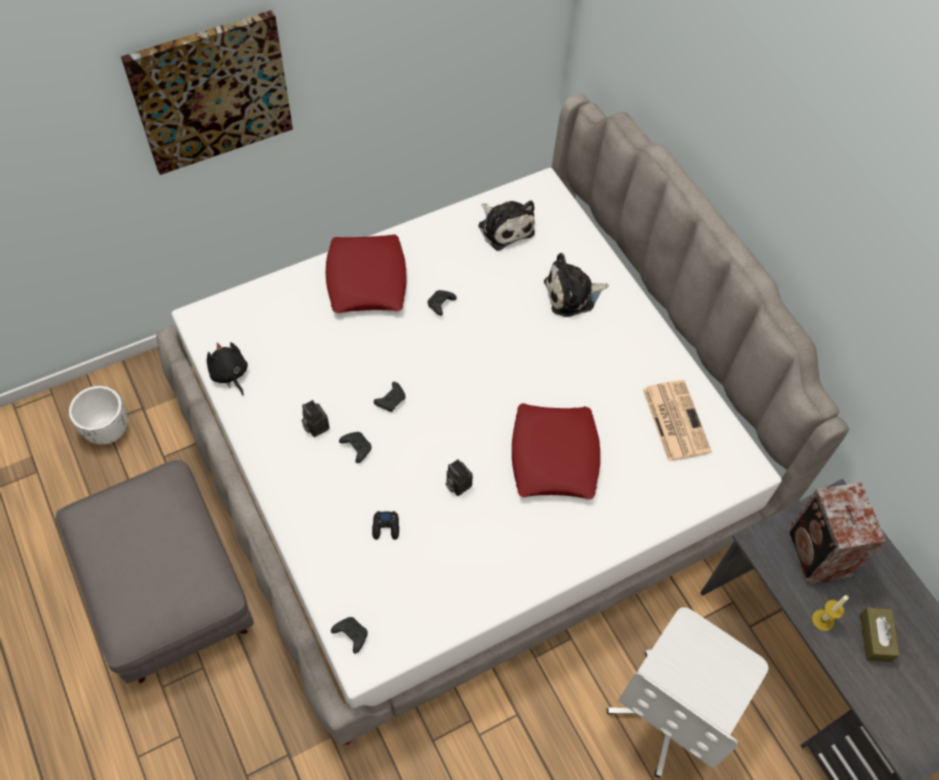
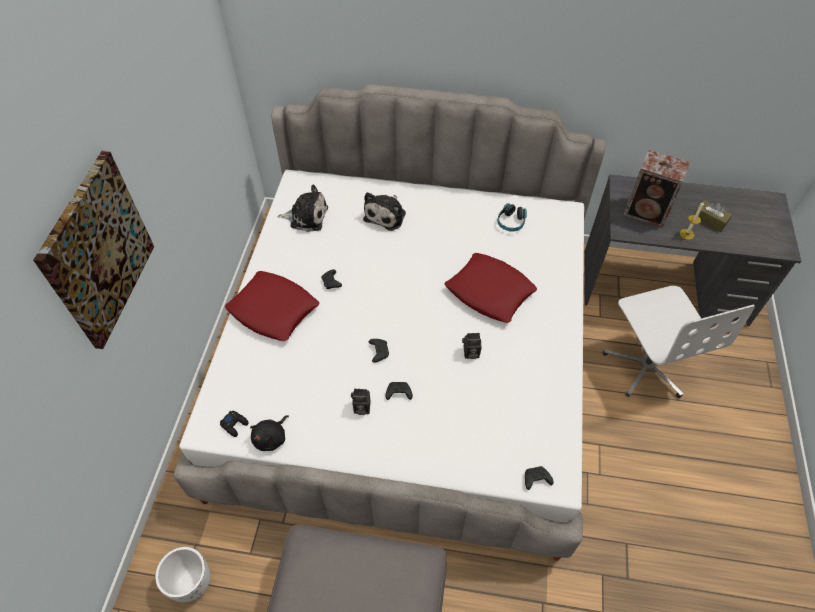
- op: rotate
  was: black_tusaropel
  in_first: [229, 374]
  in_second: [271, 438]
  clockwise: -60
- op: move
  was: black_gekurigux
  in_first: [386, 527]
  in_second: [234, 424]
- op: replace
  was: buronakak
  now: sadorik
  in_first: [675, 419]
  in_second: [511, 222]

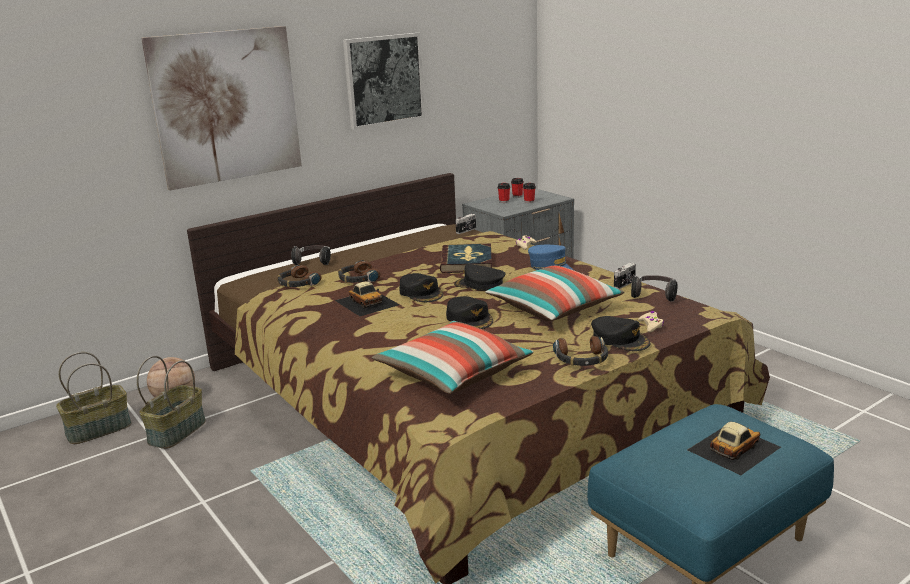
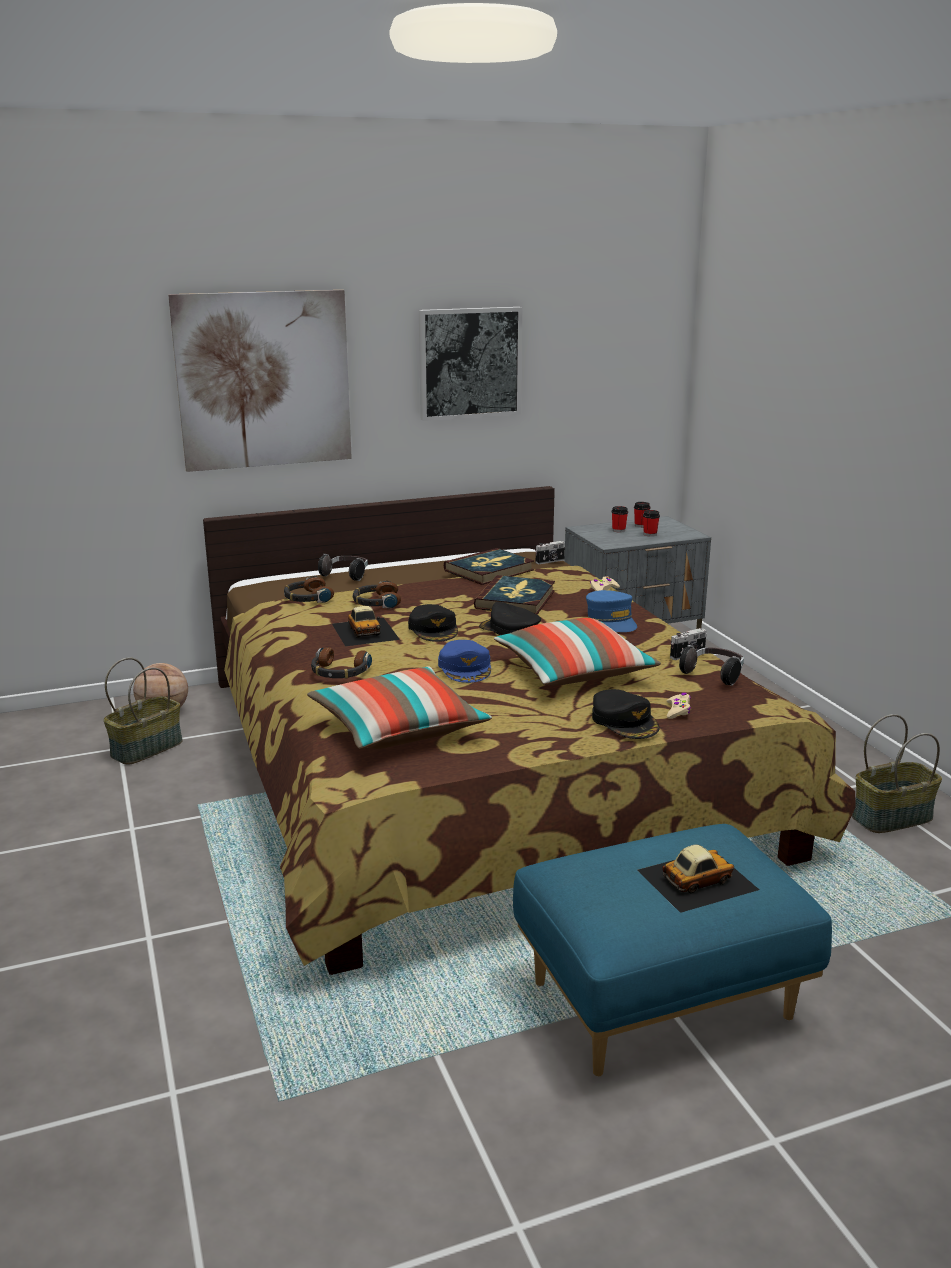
- op: move
  was: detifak
  in_first: [99, 429]
  in_second: [891, 817]
- op: recolor
  was: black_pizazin
  now: blue_pizazin
  in_first: [469, 318]
  in_second: [465, 668]
- op: move
  was: sadorik
  in_first: [581, 359]
  in_second: [339, 672]
- op: insert
  now: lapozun
  in_second: [489, 570]

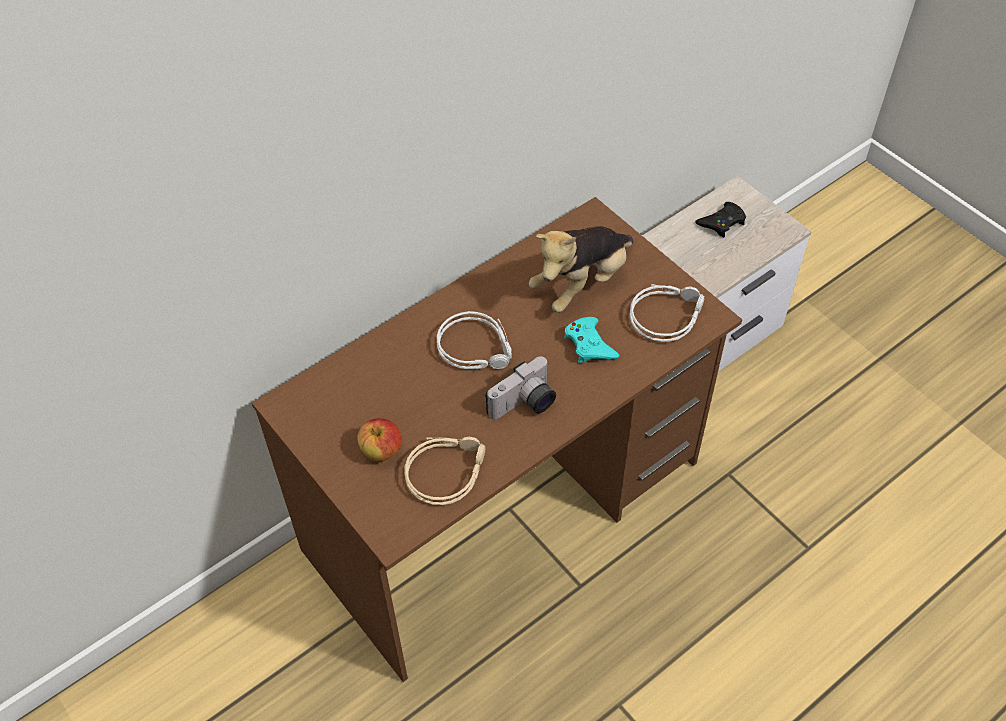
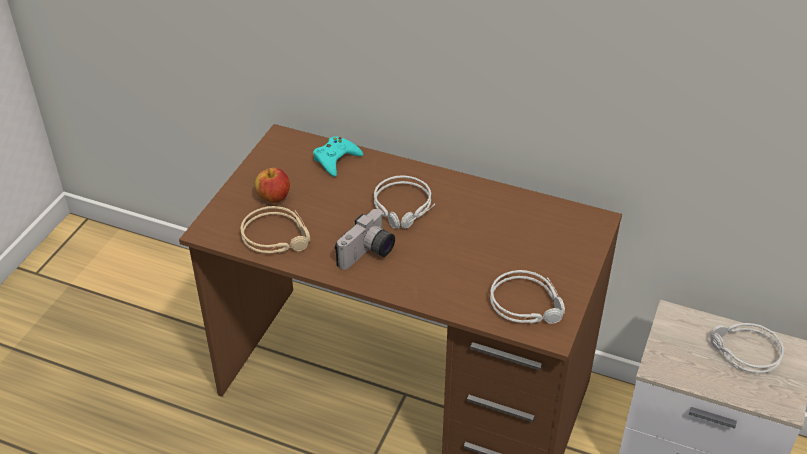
- op: rotate
  was: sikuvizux
  in_first: [524, 405]
  in_second: [368, 254]
  clockwise: -75
- op: delete
  was: tusaropel
  in_first: [581, 283]
- op: move
  was: turquoise_gekurigux
  in_first: [589, 345]
  in_second: [336, 159]
- op: replace
  was: black_gekurigux
  now: grey_sadorik
  in_first: [722, 222]
  in_second: [743, 352]

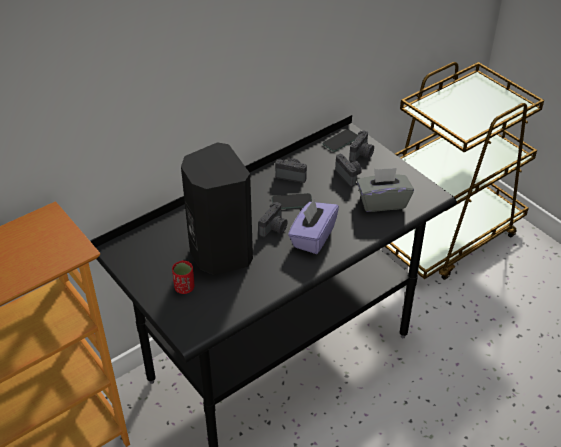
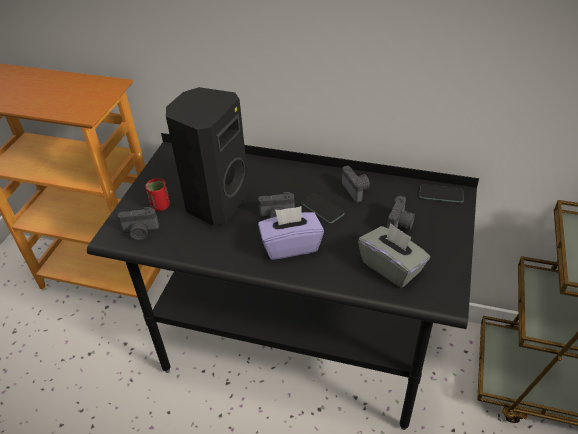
- op: move
  was: sikuvizux
  in_first: [362, 154]
  in_second: [140, 232]

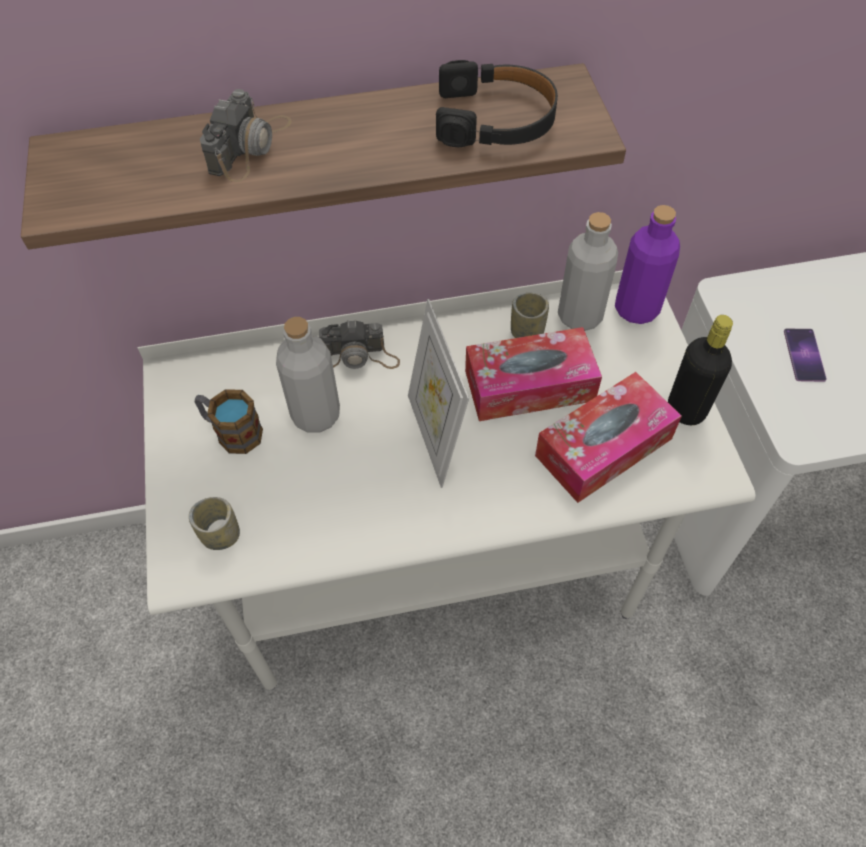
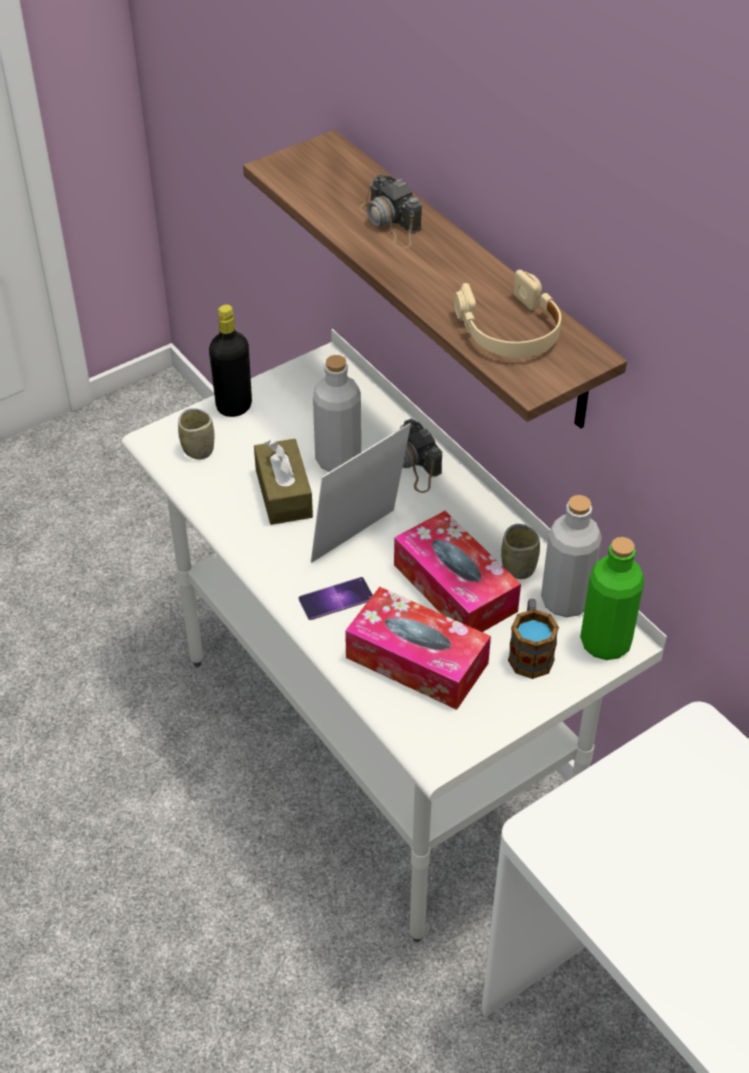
- op: move
  was: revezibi
  in_first: [232, 432]
  in_second: [530, 652]
- op: rotate
  was: sikuvizux
  in_first: [250, 146]
  in_second: [391, 223]
  clockwise: 60
- op: recolor
  was: black_sadorik
  now: beige_sadorik
  in_first: [495, 119]
  in_second: [510, 330]
- op: recolor
  was: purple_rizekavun
  now: green_rizekavun
  in_first: [636, 309]
  in_second: [605, 642]
- op: move
  was: black_rizekavun
  in_first: [686, 410]
  in_second: [234, 406]
- op: move
  was: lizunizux
  in_first: [804, 355]
  in_second: [336, 599]
- op: insert
  now: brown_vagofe
  in_second: [283, 493]

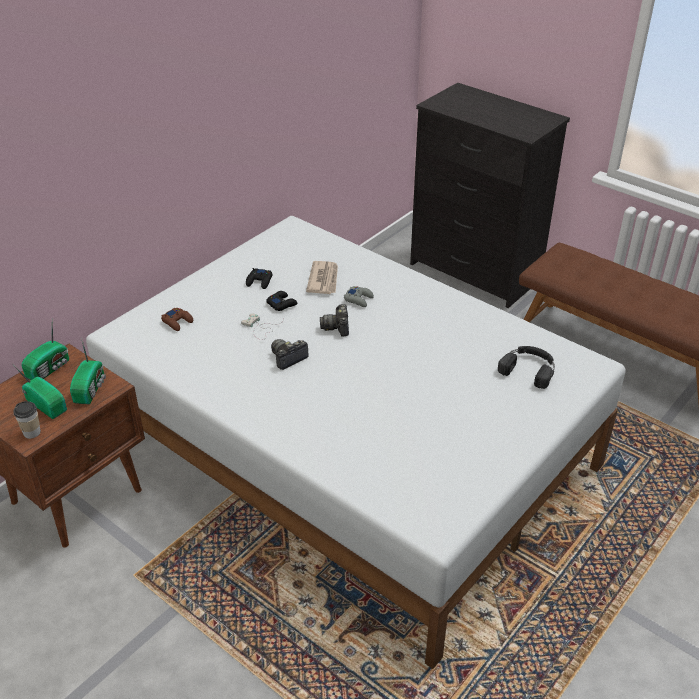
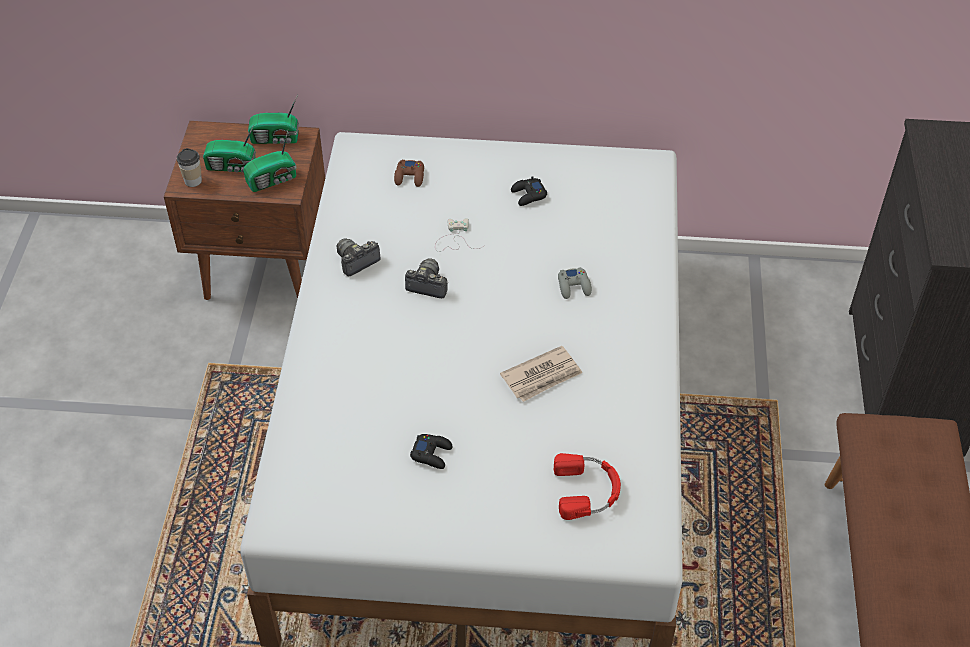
- op: rotate
  was: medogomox
  in_first: [46, 404]
  in_second: [232, 166]
  clockwise: 90
- op: move
  was: black_gekurigux
  in_first: [282, 304]
  in_second: [432, 453]
- op: move
  was: buronakak
  in_first: [324, 279]
  in_second: [542, 376]
- op: move
  was: sikuvizux
  in_first: [337, 327]
  in_second: [356, 261]
- op: recolor
  was: black_sadorik
  now: red_sadorik
  in_first: [529, 368]
  in_second: [587, 490]

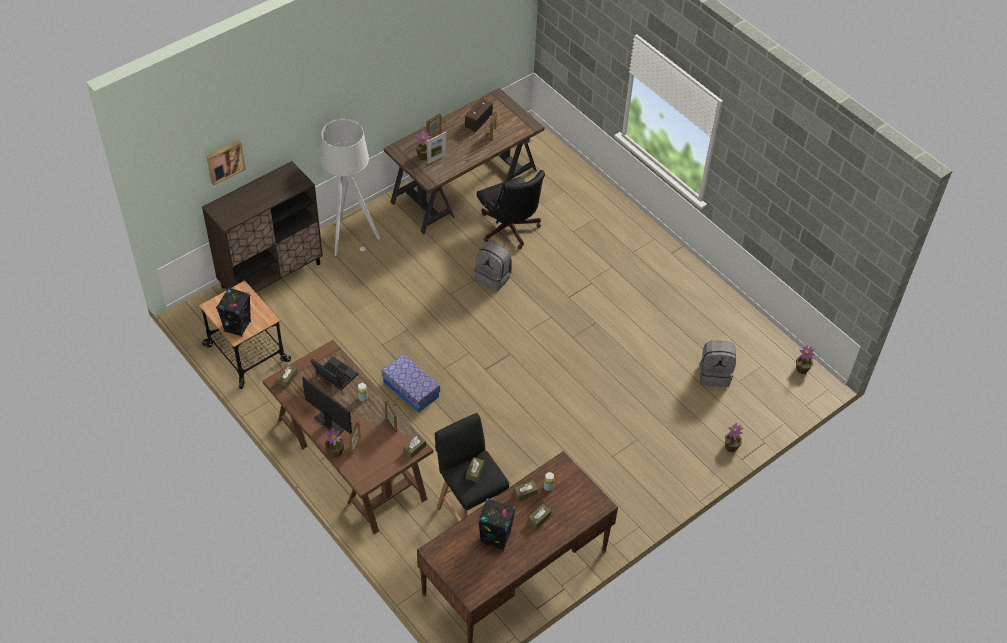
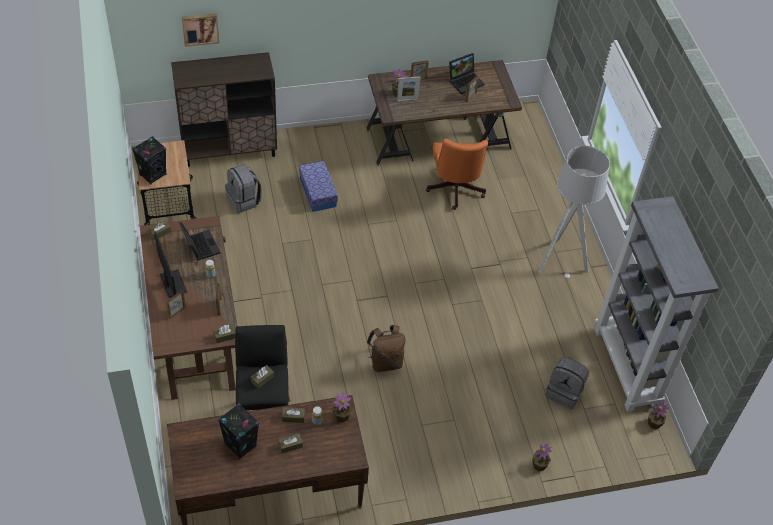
- op: move
  was: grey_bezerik
  in_first: [351, 238]
  in_second: [560, 261]
- op: move
  was: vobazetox
  in_first: [335, 452]
  in_second: [341, 416]
- op: move
  was: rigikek
  in_first: [411, 389]
  in_second: [318, 192]
- op: replace
  was: medogomox
  now: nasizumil
  in_first: [478, 120]
  in_second: [465, 81]
- op: move
  was: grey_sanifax
  in_first: [493, 277]
  in_second: [244, 200]
- op: recolor
  was: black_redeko
  now: orange_redeko
  in_first: [510, 231]
  in_second: [455, 191]
- op: insert
  now: brown_sanifax
  in_second: [385, 362]
- op: insert
  now: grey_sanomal
  in_second: [627, 367]

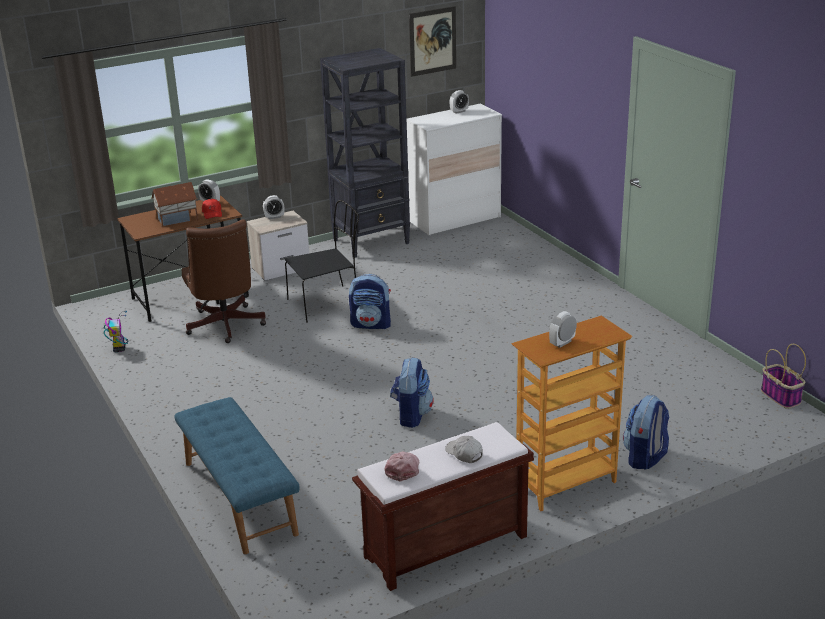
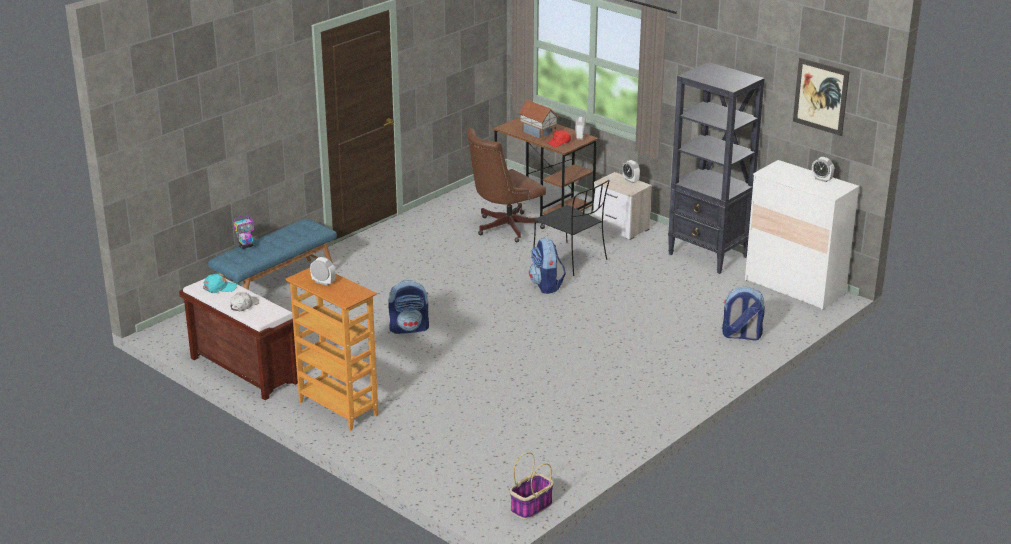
- op: move
  was: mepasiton
  in_first: [119, 348]
  in_second: [246, 246]
- op: recolor
  was: pink_pizazin
  now: turquoise_pizazin
  in_first: [403, 468]
  in_second: [219, 287]
- op: move
  was: sanifax
  in_first: [645, 457]
  in_second: [741, 336]

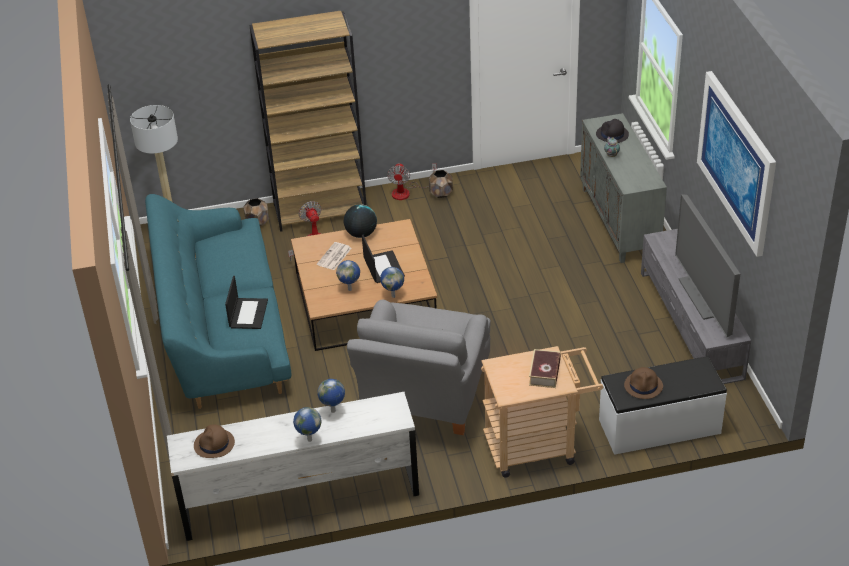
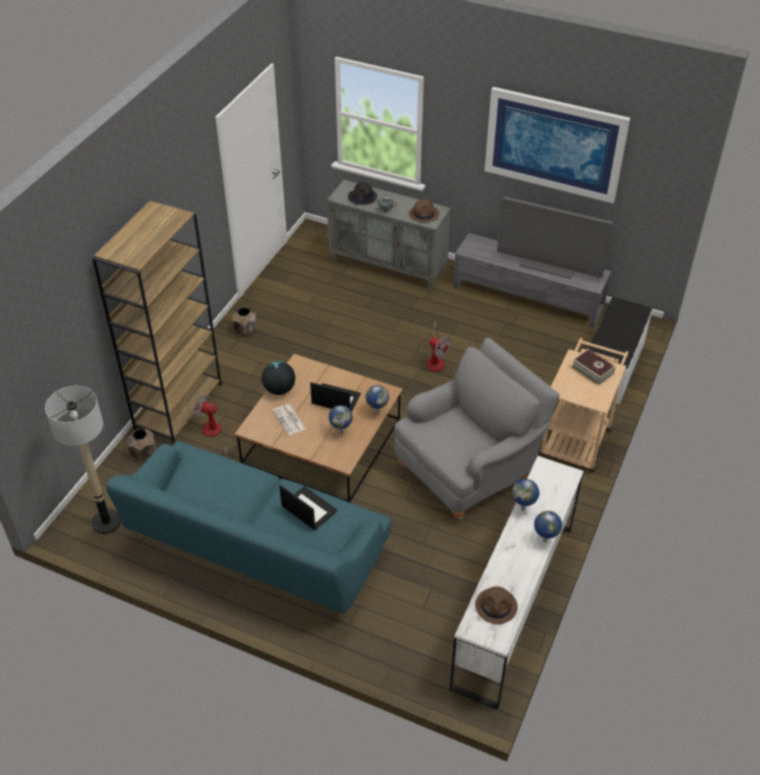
- op: rotate
  was: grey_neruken
  in_first: [424, 398]
  in_second: [470, 469]
  clockwise: -90
- op: move
  was: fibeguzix
  in_first: [406, 192]
  in_second: [435, 360]
- op: move
  was: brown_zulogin
  in_first: [643, 386]
  in_second: [424, 214]

